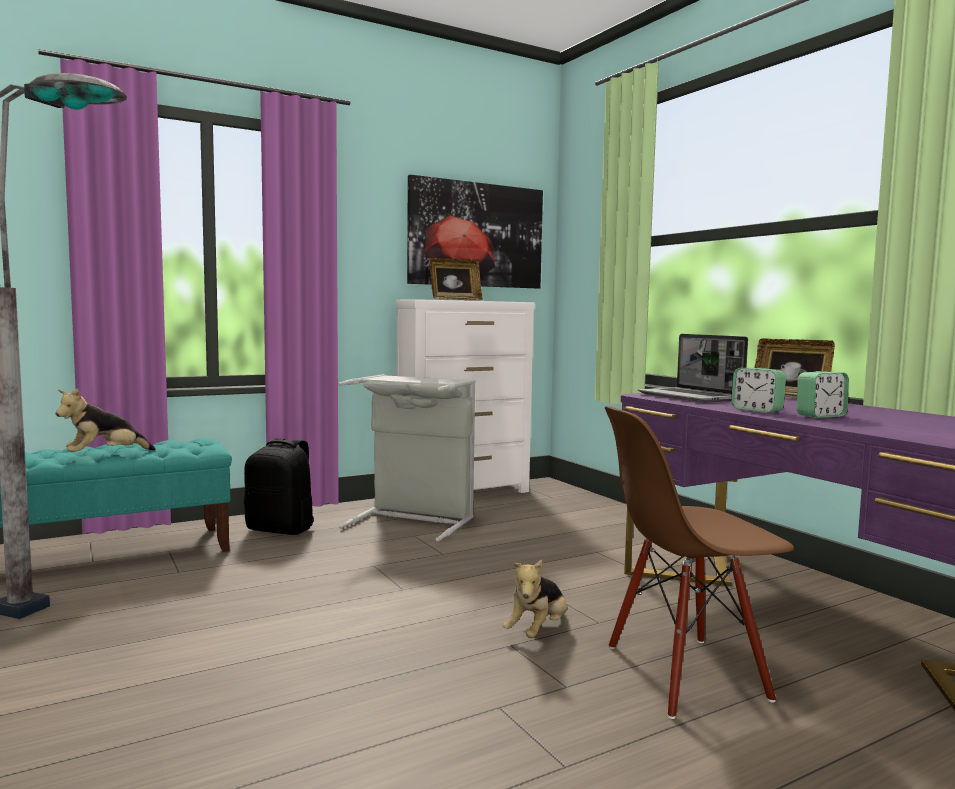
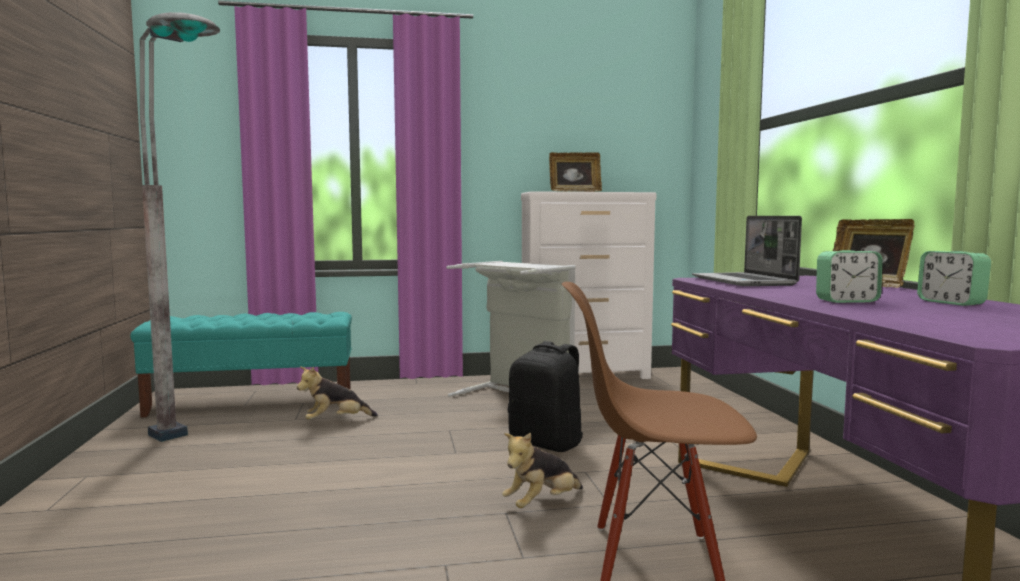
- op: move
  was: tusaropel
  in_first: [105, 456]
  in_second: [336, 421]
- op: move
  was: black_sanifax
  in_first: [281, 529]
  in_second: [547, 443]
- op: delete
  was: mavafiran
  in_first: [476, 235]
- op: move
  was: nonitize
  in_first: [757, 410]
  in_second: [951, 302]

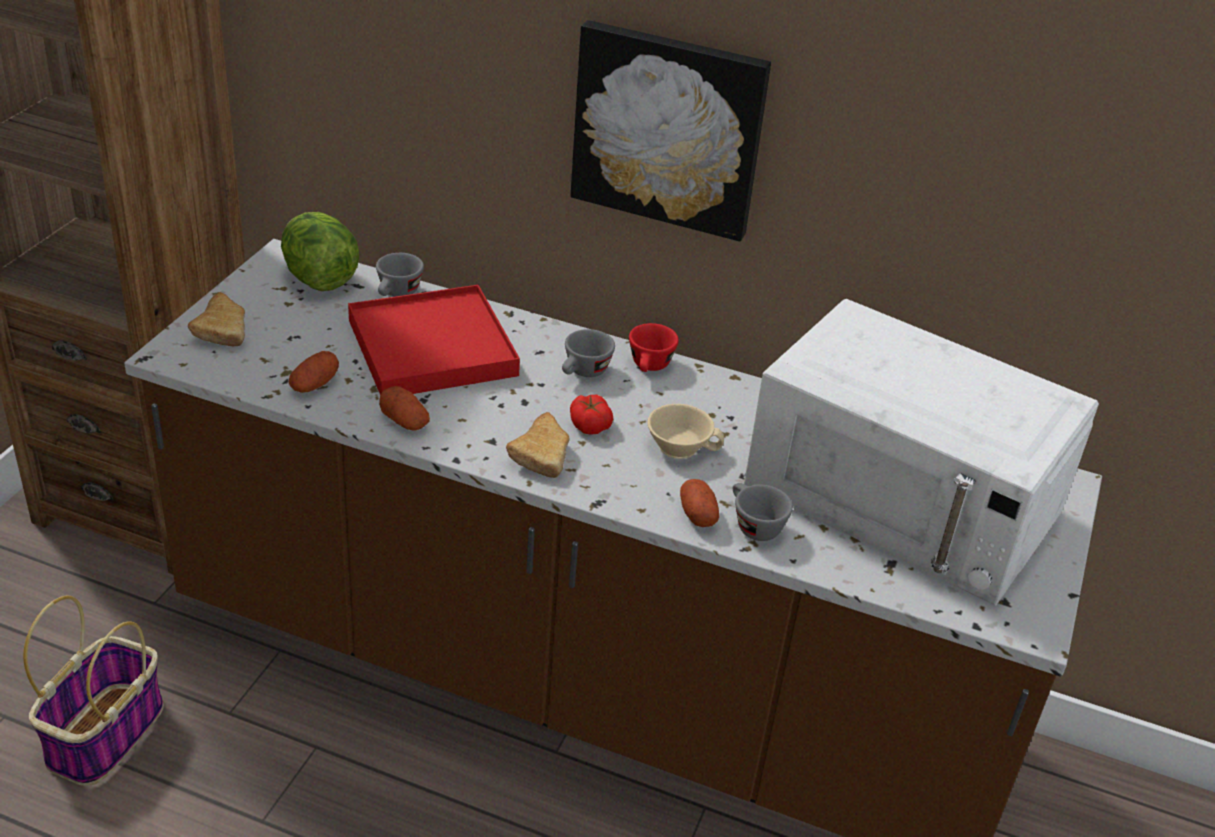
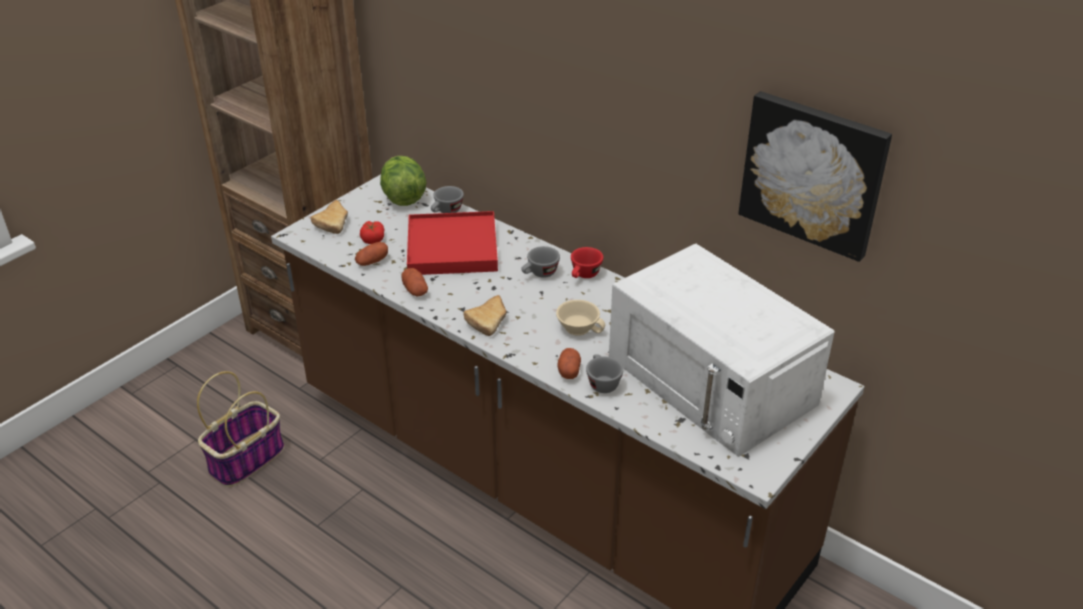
- op: move
  was: mavafiran
  in_first: [669, 128]
  in_second: [813, 173]
- op: move
  was: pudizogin
  in_first: [589, 424]
  in_second: [372, 239]

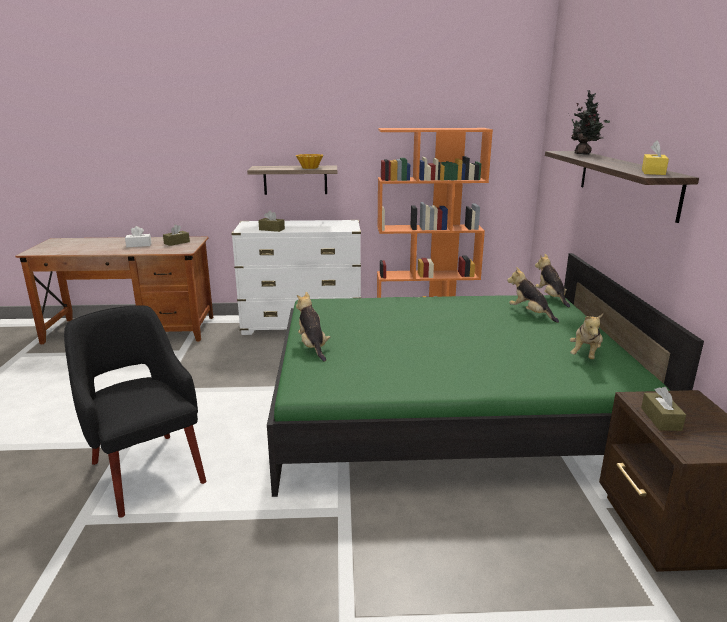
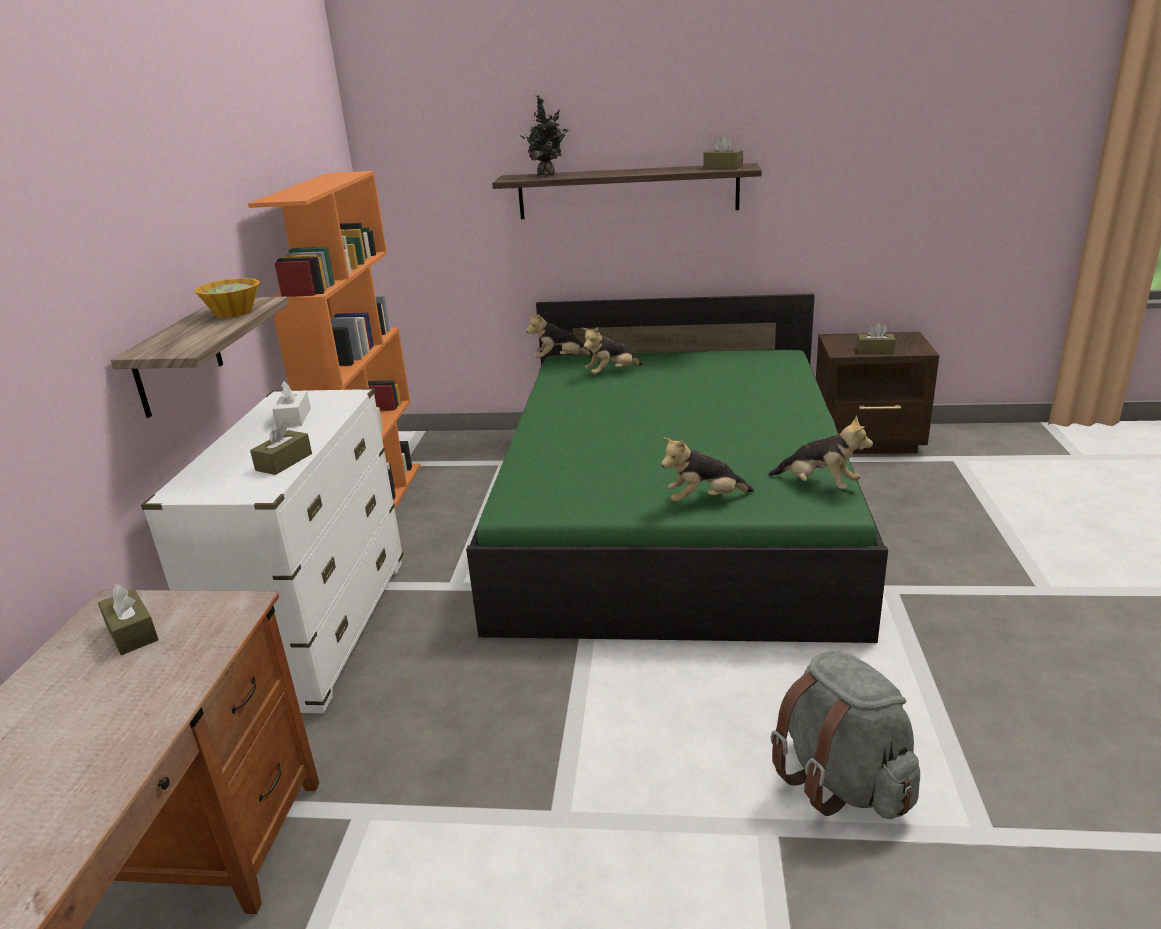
- op: replace
  was: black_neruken
  now: grey_sanifax
  in_first: [146, 470]
  in_second: [842, 780]
- op: move
  was: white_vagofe
  in_first: [139, 245]
  in_second: [294, 418]
- op: move
  was: tusaropel
  in_first: [585, 354]
  in_second: [818, 485]
- op: recolor
  was: yellow_vagofe
  now: brown_vagofe
  in_first: [653, 172]
  in_second: [723, 167]

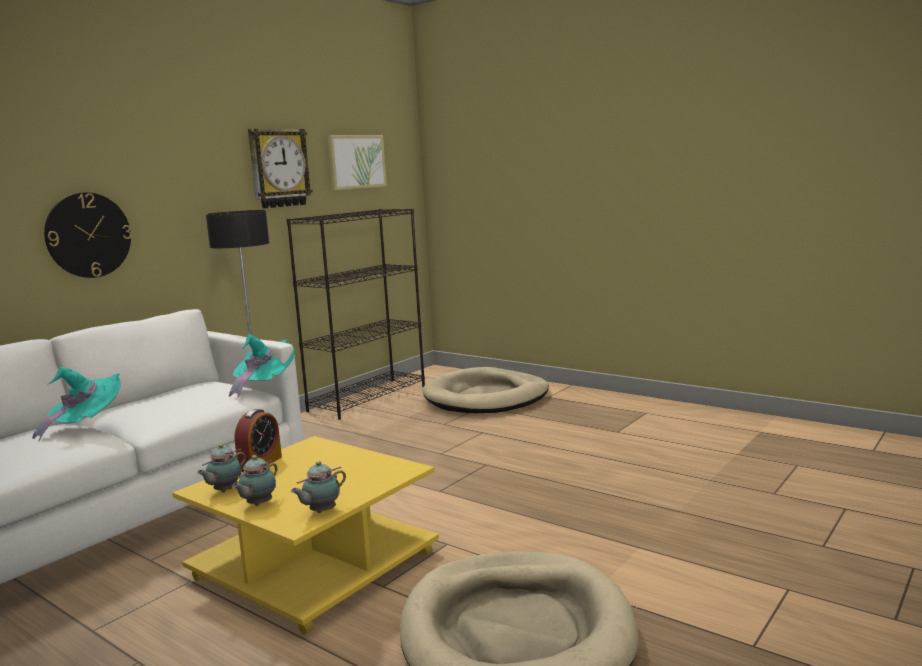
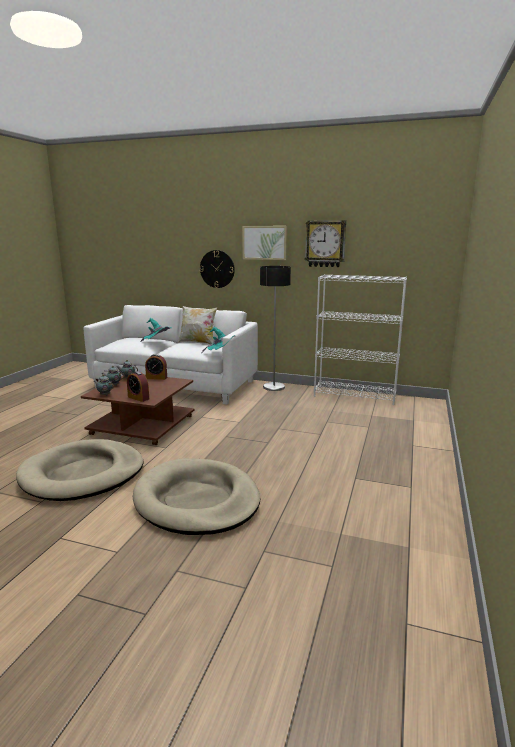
- op: recolor
  was: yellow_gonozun
  now: brown_gonozun
  in_first: [314, 564]
  in_second: [144, 425]
- op: recolor
  was: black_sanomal
  now: white_sanomal
  in_first: [368, 398]
  in_second: [355, 395]
- op: move
  was: mavafiran
  in_first: [356, 162]
  in_second: [264, 243]
- op: move
  was: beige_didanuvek
  in_first: [486, 397]
  in_second: [197, 500]
- op: insert
  now: nonitize
  in_second: [138, 398]
- op: insert
  now: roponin
  in_second: [198, 342]

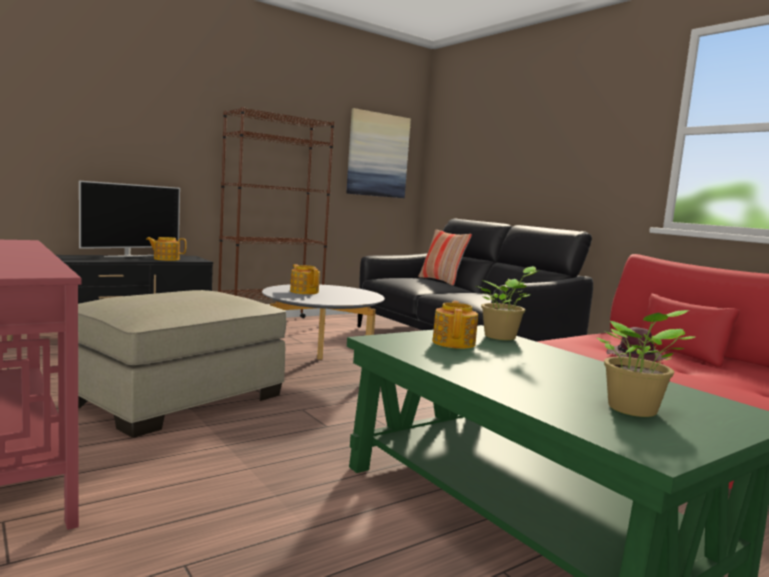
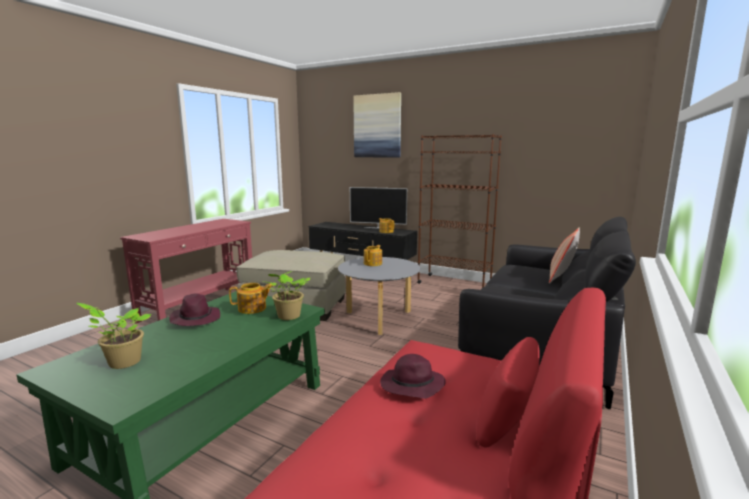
- op: move
  was: mavafiran
  in_first: [377, 155]
  in_second: [377, 126]
- op: insert
  now: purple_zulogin
  in_second: [195, 319]

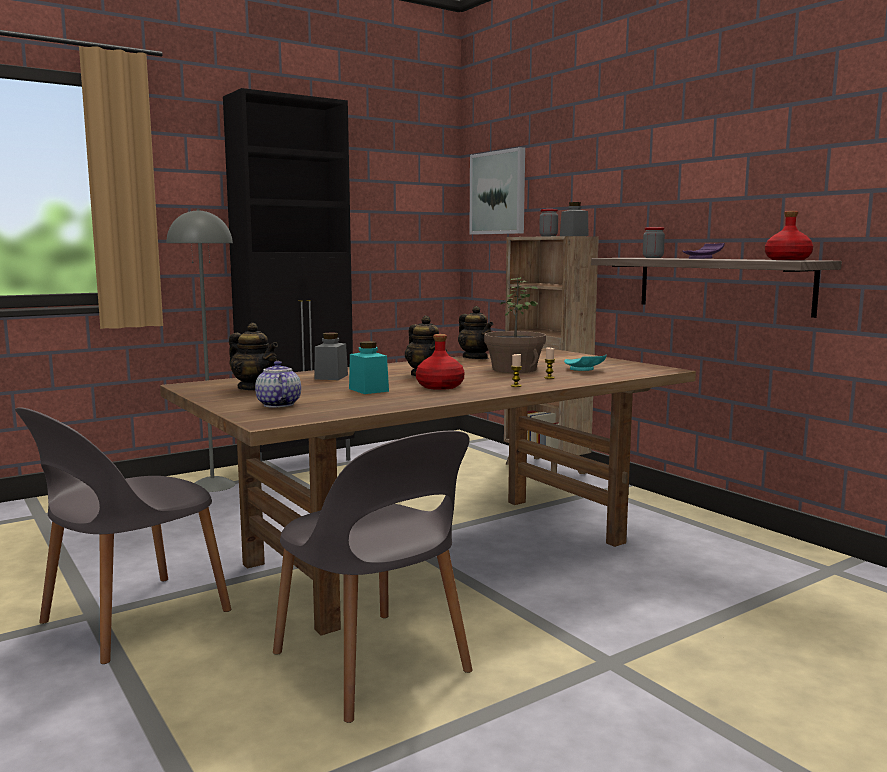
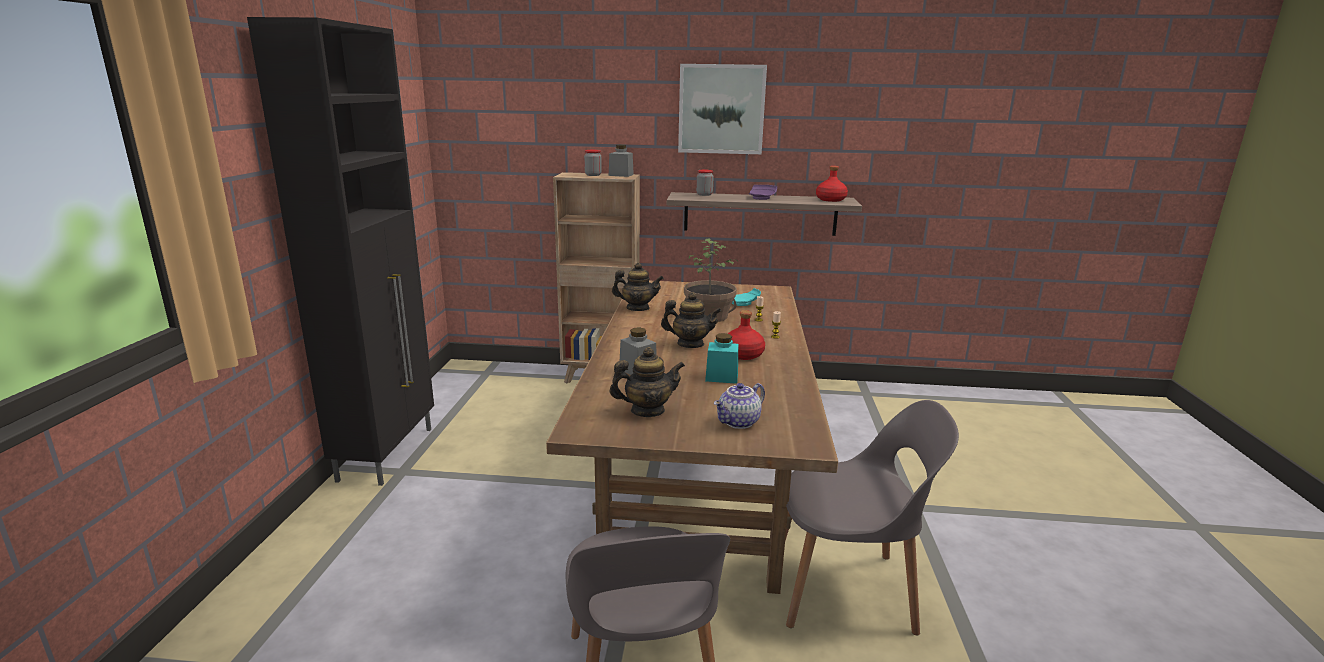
- op: delete
  was: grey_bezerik
  in_first: [212, 485]
- op: rotate
  was: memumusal
  in_first: [277, 405]
  in_second: [739, 422]
  clockwise: -60
- op: move
  was: mavafiran
  in_first: [498, 193]
  in_second: [721, 109]

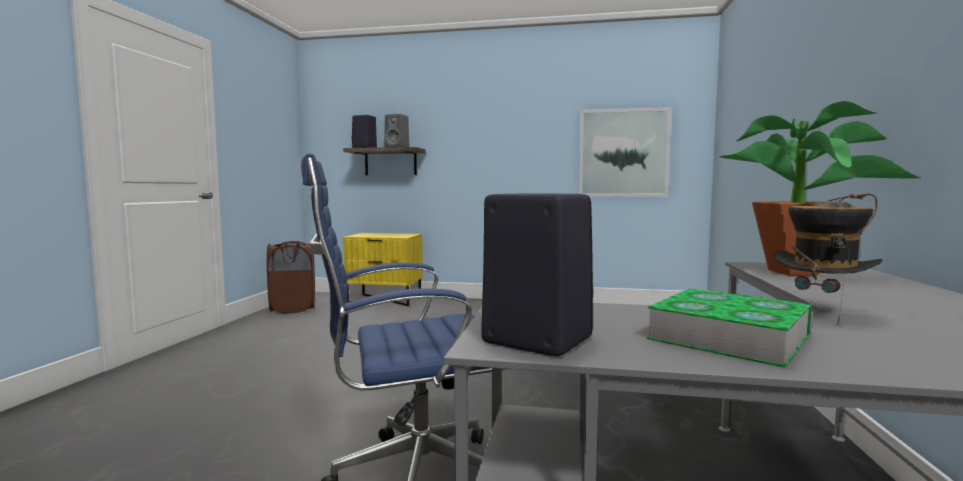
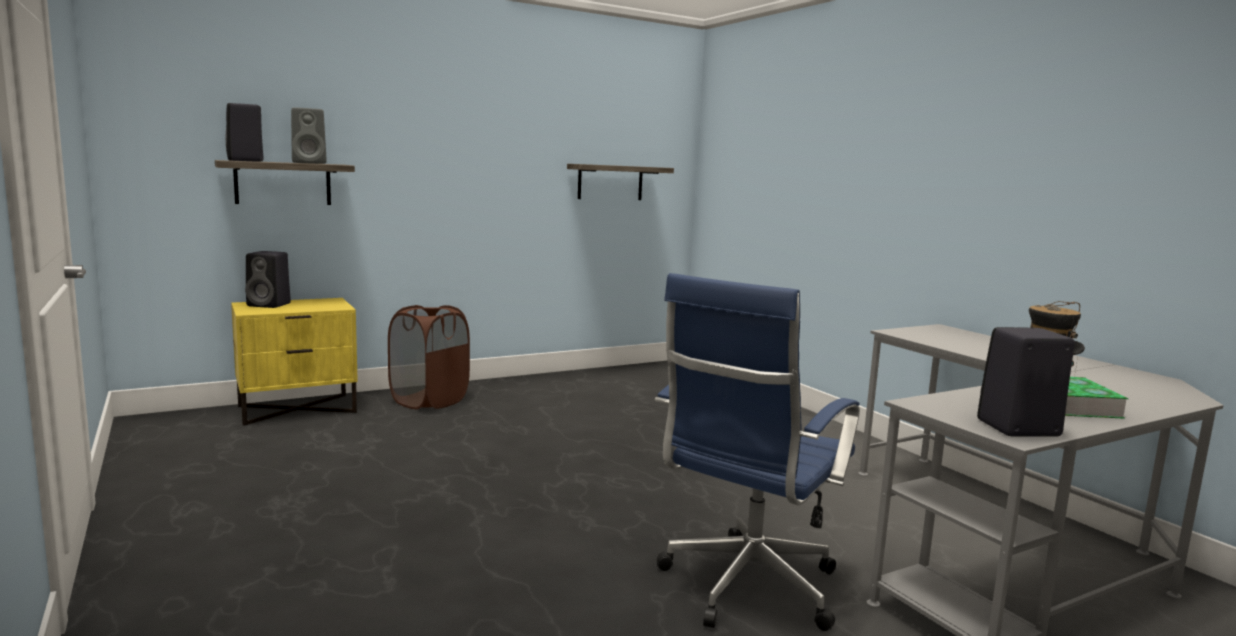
- op: move
  was: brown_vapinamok
  in_first: [293, 308]
  in_second: [429, 401]
- op: replace
  was: mavafiran
  now: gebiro
  in_first: [623, 153]
  in_second: [610, 182]
- op: delete
  was: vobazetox
  in_first: [804, 273]
- op: insert
  now: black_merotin
  in_second: [270, 305]

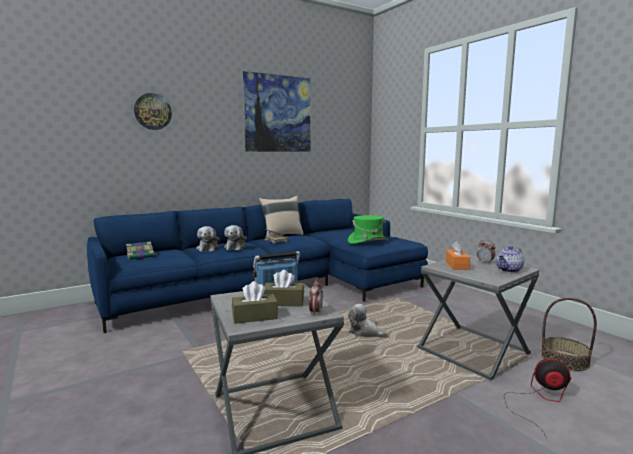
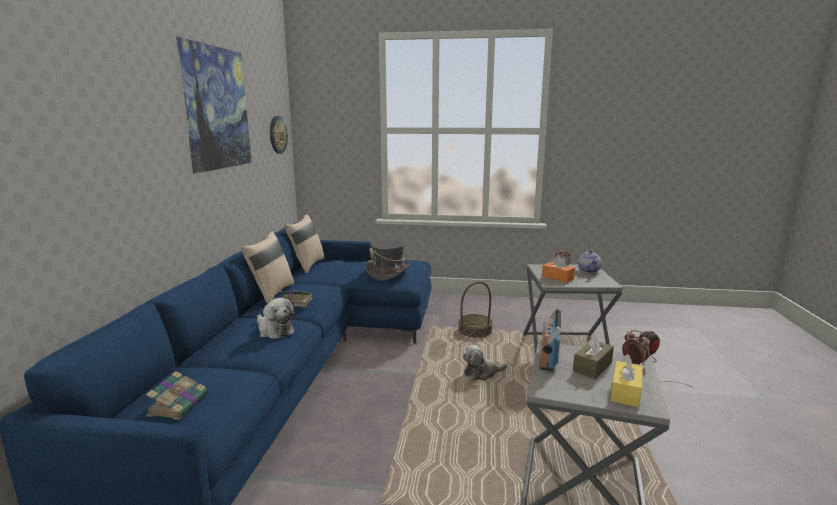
- op: move
  was: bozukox
  in_first: [152, 111]
  in_second: [277, 134]
- op: delete
  was: tusaropel
  in_first: [208, 248]
- op: recolor
  was: brown_vagofe
  now: yellow_vagofe
  in_first: [255, 317]
  in_second: [625, 392]
- op: recolor
  was: green_zulogin
  now: grey_zulogin
  in_first: [368, 241]
  in_second: [388, 272]
- op: move
  was: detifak
  in_first: [565, 360]
  in_second: [475, 331]
- op: insert
  now: beige_roponin
  in_second: [306, 265]

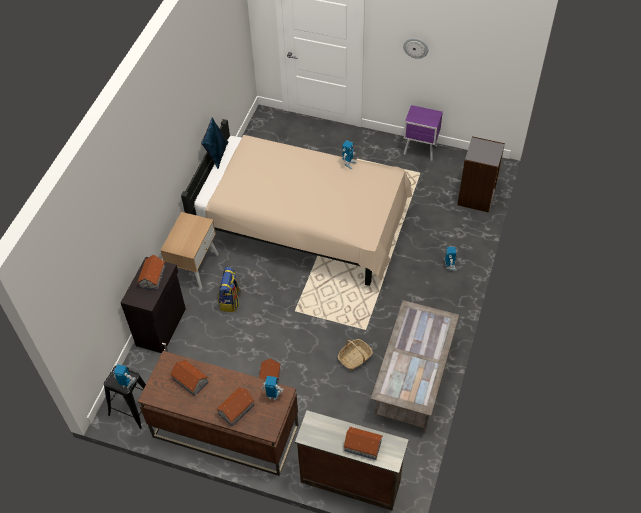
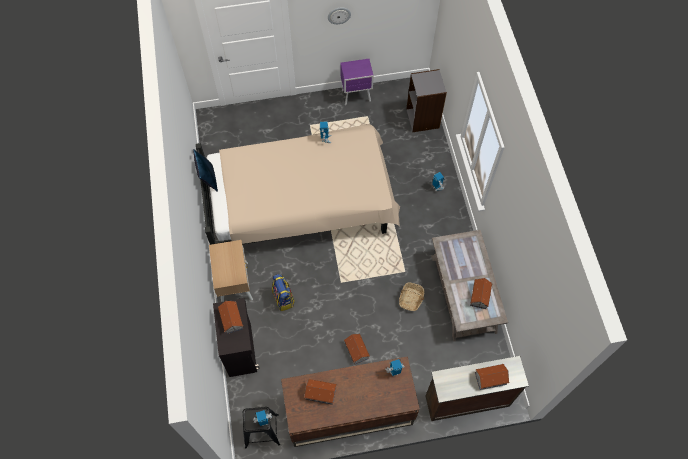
- op: move
  was: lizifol
  in_first: [236, 409]
  in_second: [480, 295]

